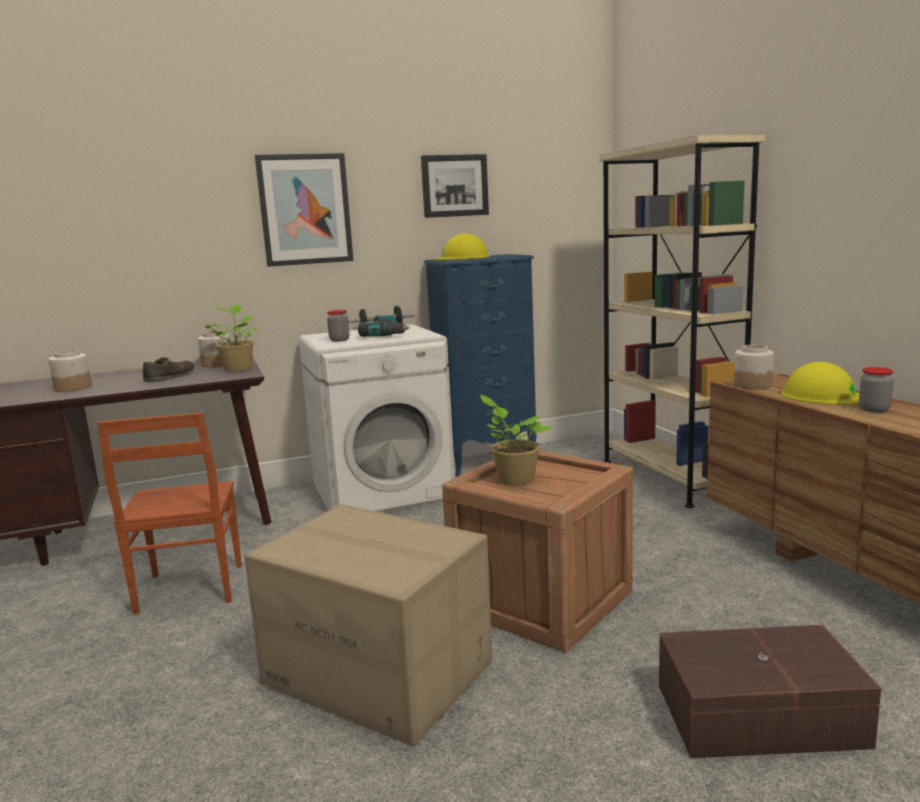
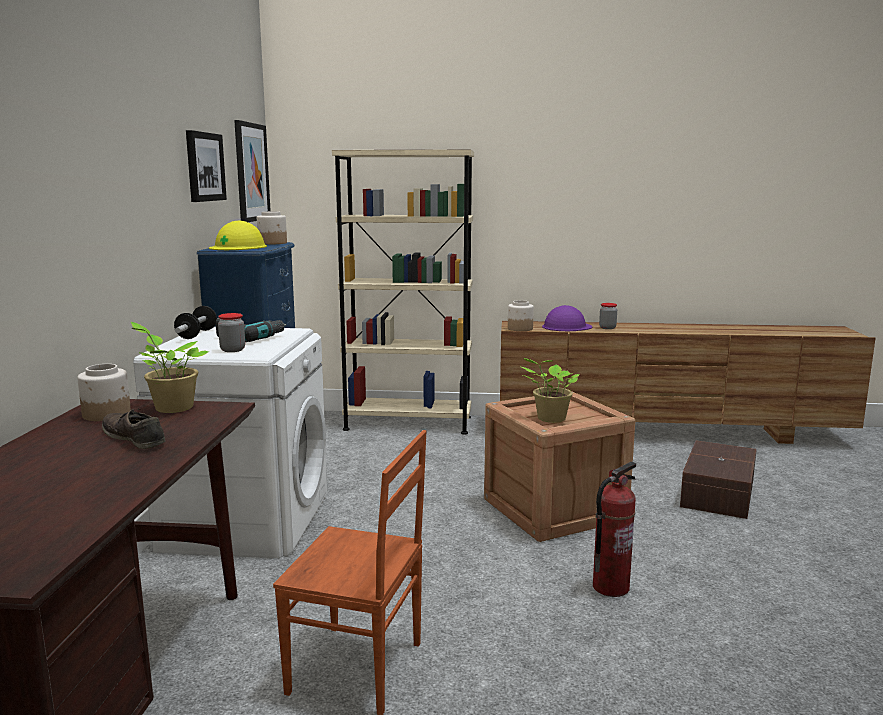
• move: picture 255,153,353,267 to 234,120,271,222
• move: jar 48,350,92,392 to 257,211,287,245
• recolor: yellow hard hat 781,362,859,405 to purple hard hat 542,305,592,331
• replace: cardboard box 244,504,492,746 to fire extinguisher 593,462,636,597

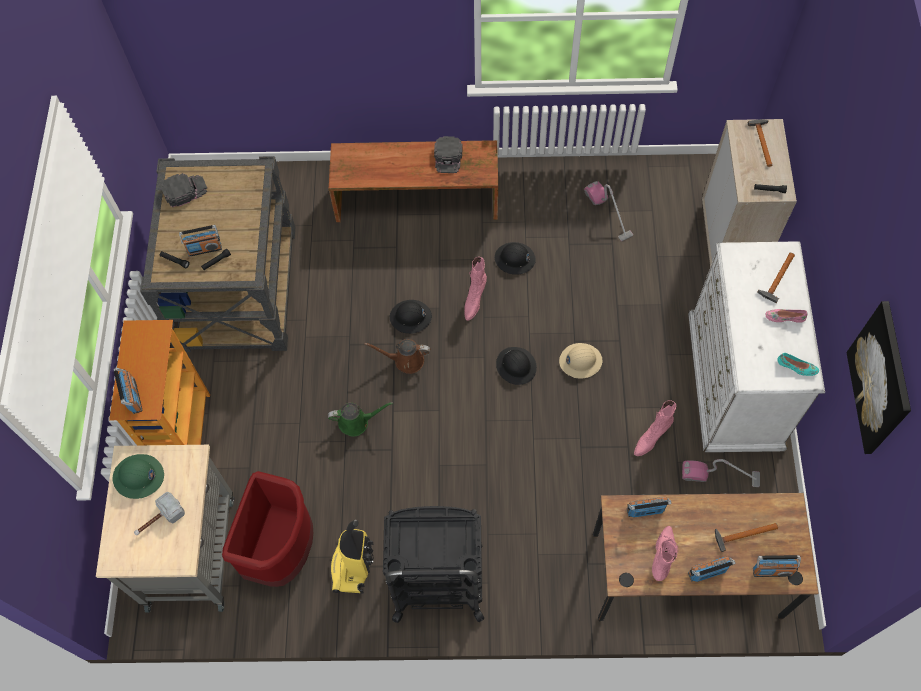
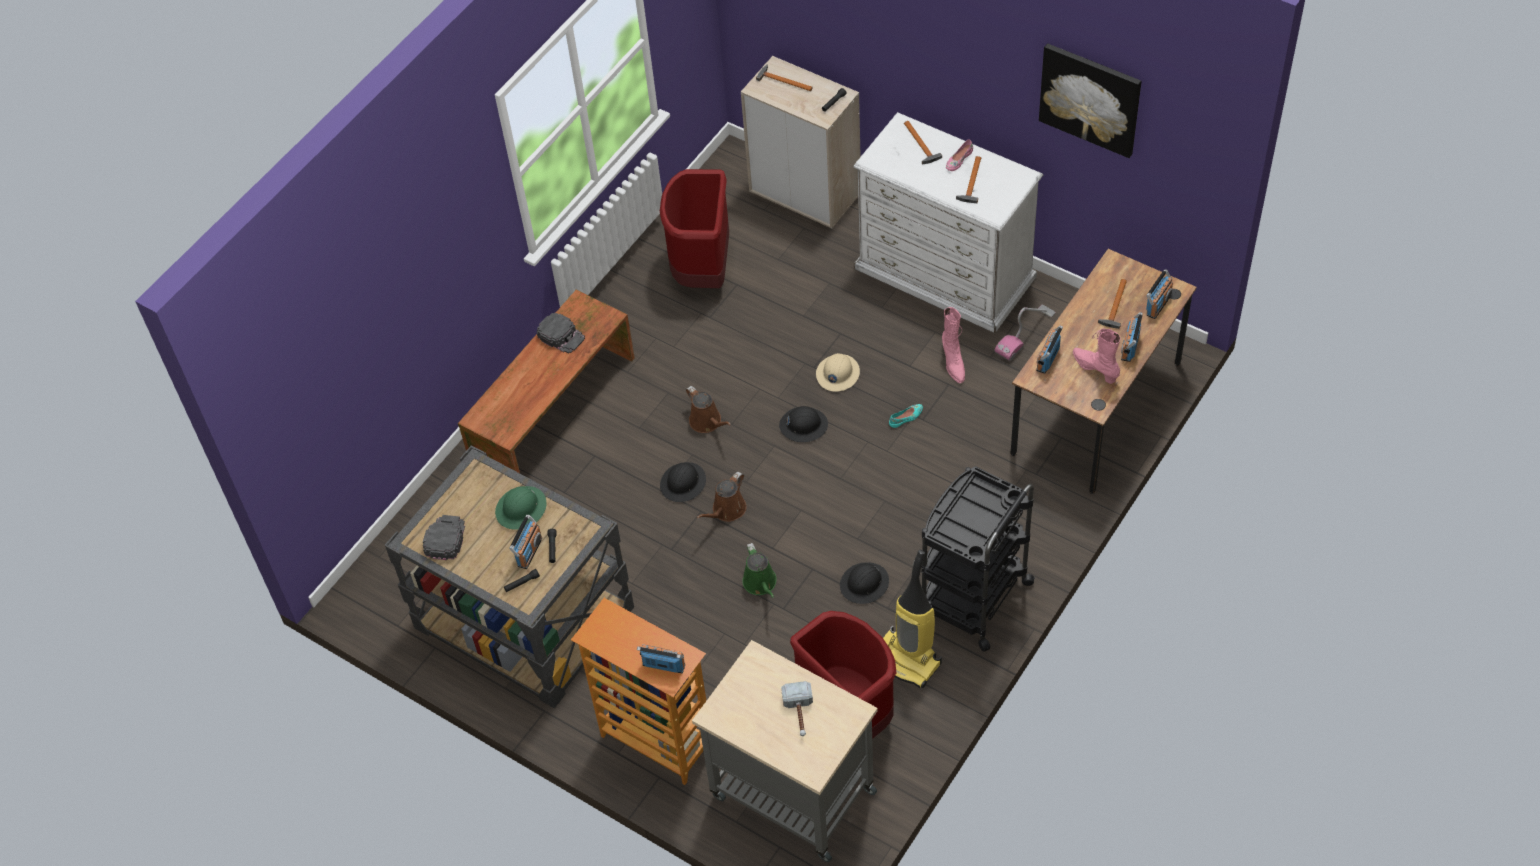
• move: green hard hat 113,454,164,499 to 495,486,546,530
• replace: vacuum cleaner 584,181,633,242 to red trash can 660,169,729,288
• replace: pink boot 464,257,487,321 to brown watering can 686,386,731,433
• rotate: green watering can 328,402,393,437 = 742,543,777,598 135 degrees clockwise
• move: black hard hat 495,242,536,275 to 840,562,889,604
• move: turquoise shoe 778,353,819,376 to 889,404,923,428
• insert: hammer 956,156,981,203

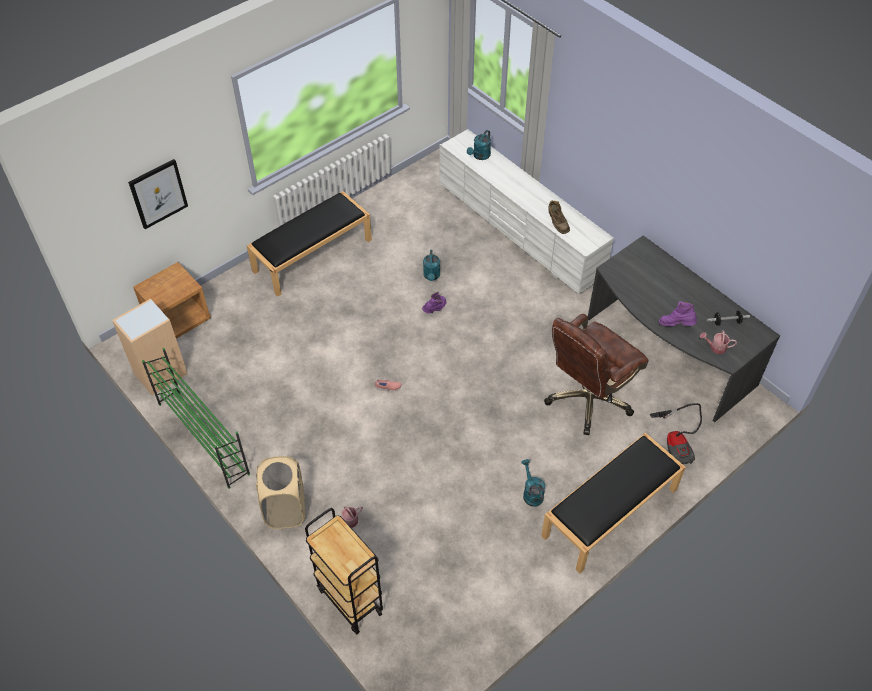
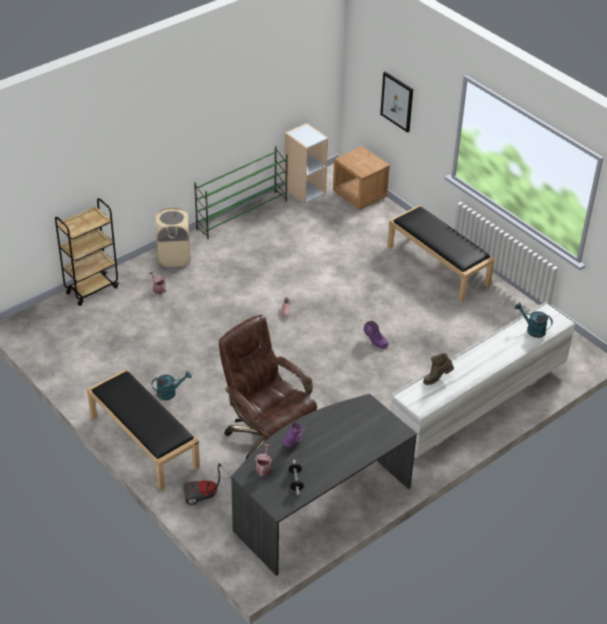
• delete: turquoise watering can 423,250,440,281

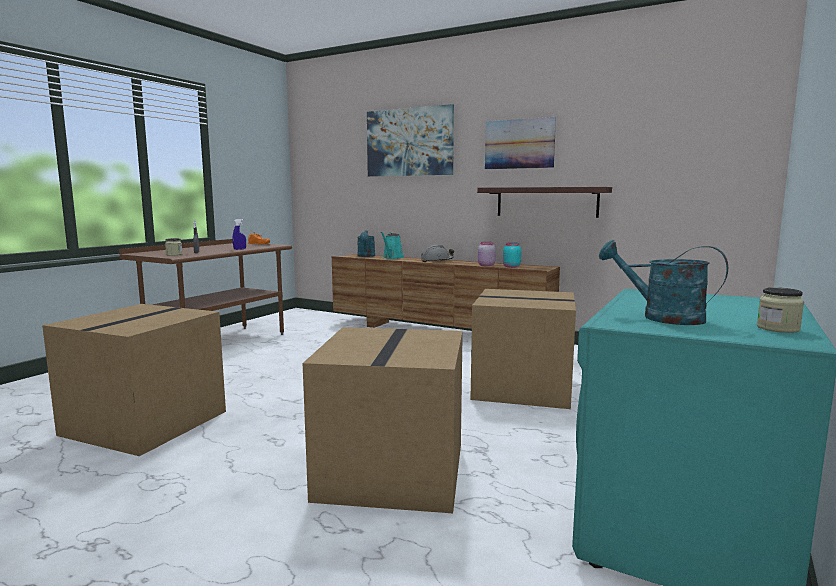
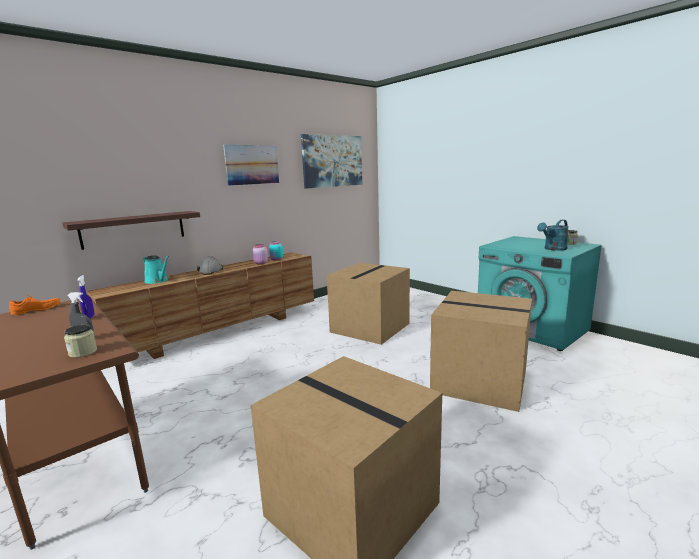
• move: shelf 477,187,612,218 to 63,211,200,250
• move: picture 367,104,454,177 to 301,134,362,188
• delete: turquoise watering can 357,231,375,257

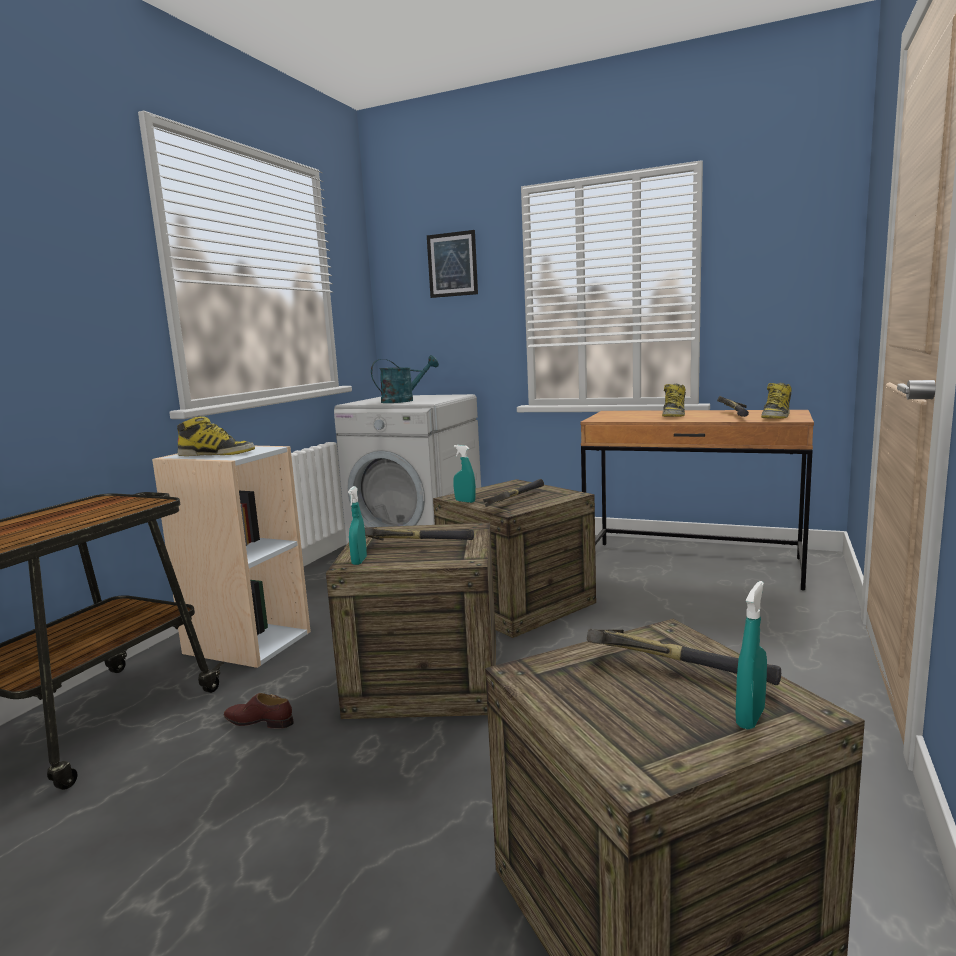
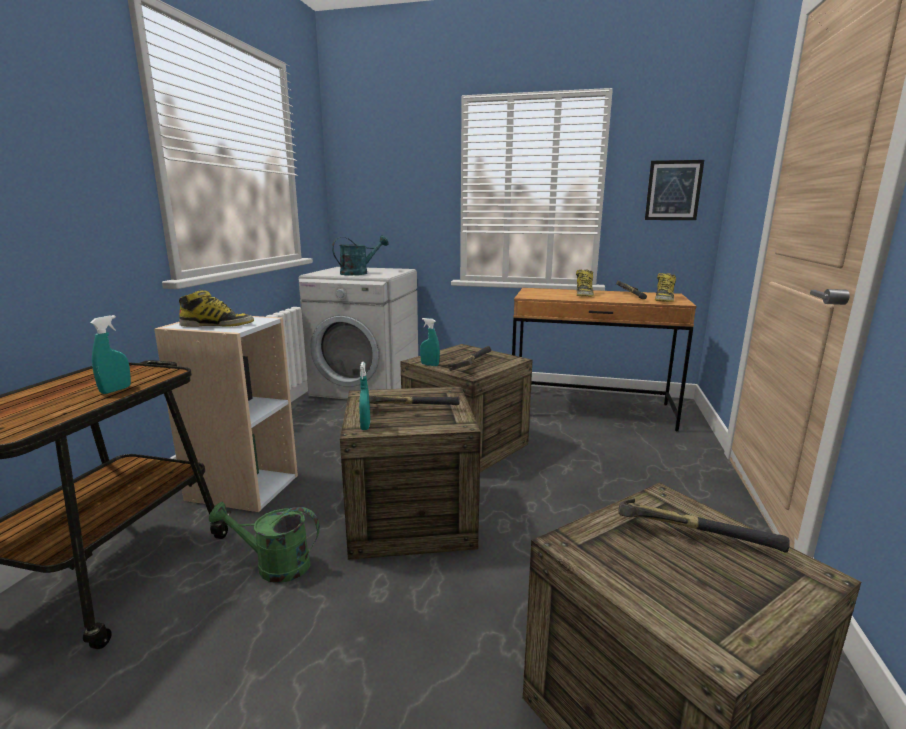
• move: turquoise spray bottle 736,581,767,730 to 90,315,131,394
• replace: brown shoe 224,693,294,729 to green watering can 209,502,320,583
• move: picture 427,230,478,298 to 645,160,704,220

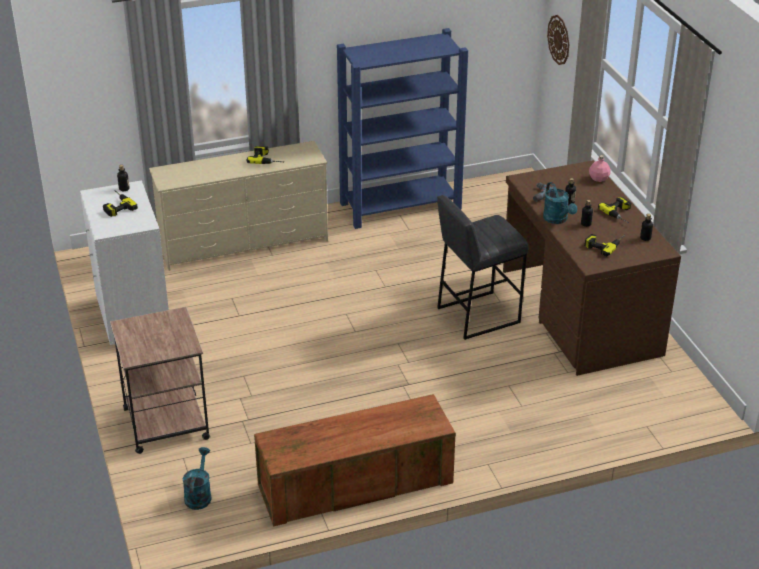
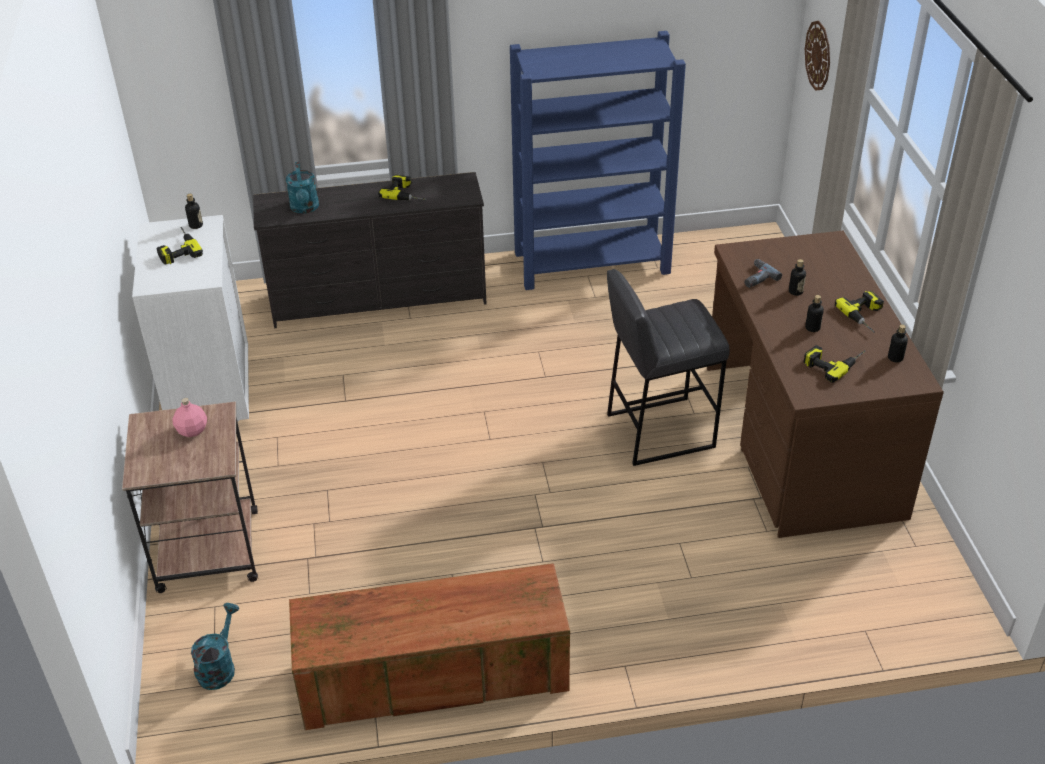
• move: pink bottle 589,155,611,182 to 172,398,207,437
• recolor: beige dresser 149,141,328,271 to black dresser 253,172,486,329
• move: turquoise watering can 543,182,577,224 to 286,162,319,214

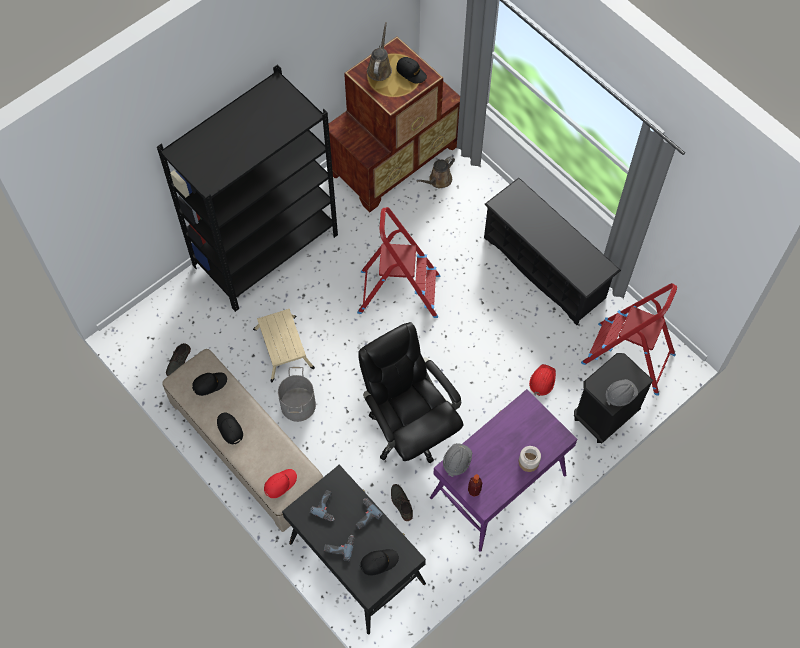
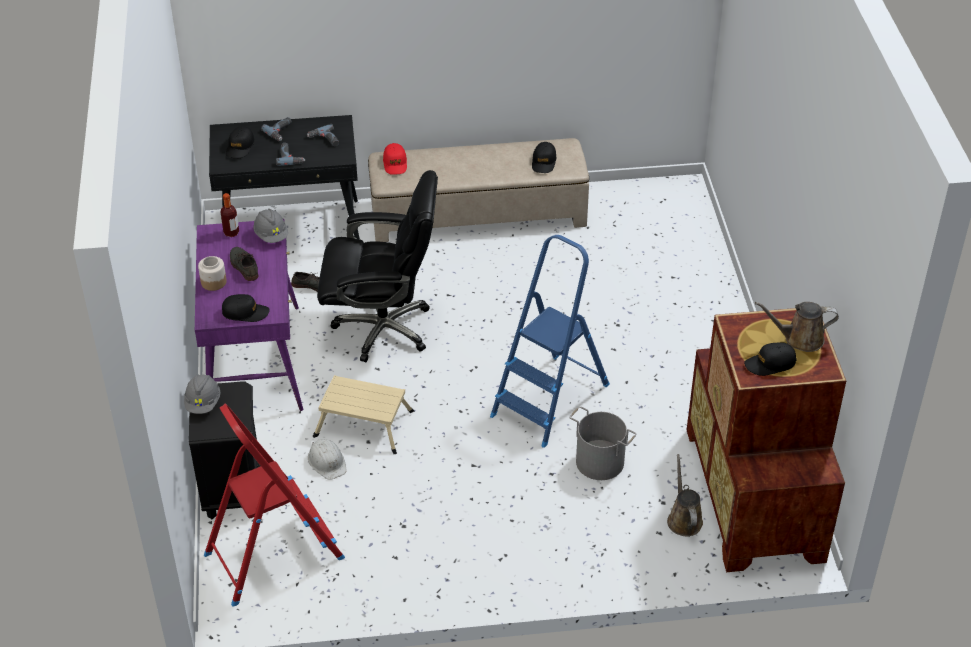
• move: black cap 217,412,243,444 to 222,294,270,322
• move: grey shoe 166,343,191,376 to 230,247,259,281
• recolor: red hard hat 529,364,556,396 to white hard hat 308,439,347,480
• move: beige step ladder 253,309,315,382 to 313,375,415,455
• recolor: red step ladder 357,207,440,318 to blue step ladder 490,235,610,448
• move: grey bucket 278,367,316,422 to 569,406,636,480
• rotate: brown watering can 367,22,392,81 = 755,302,839,352 135 degrees clockwise
• delete: black bookcase 157,64,338,312
• delete: black shoe rack 484,178,621,325

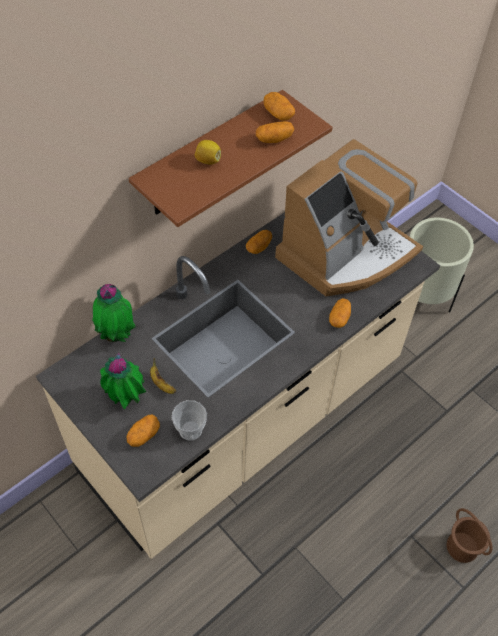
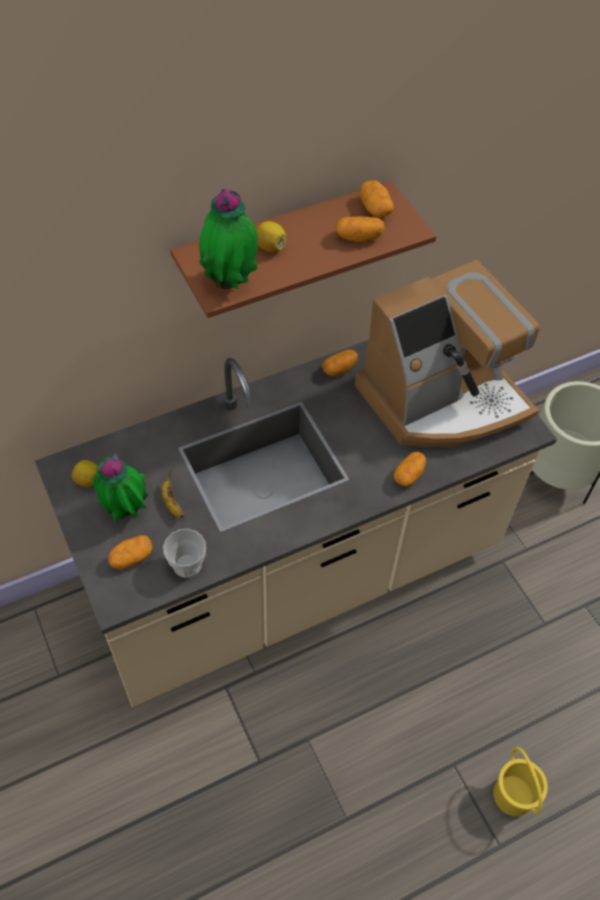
• insert: lemon 72,460,98,487
• move: potted plant 92,284,136,342 to 199,189,258,289
• recolor: brown bucket 447,508,493,563 to yellow bucket 493,747,548,816

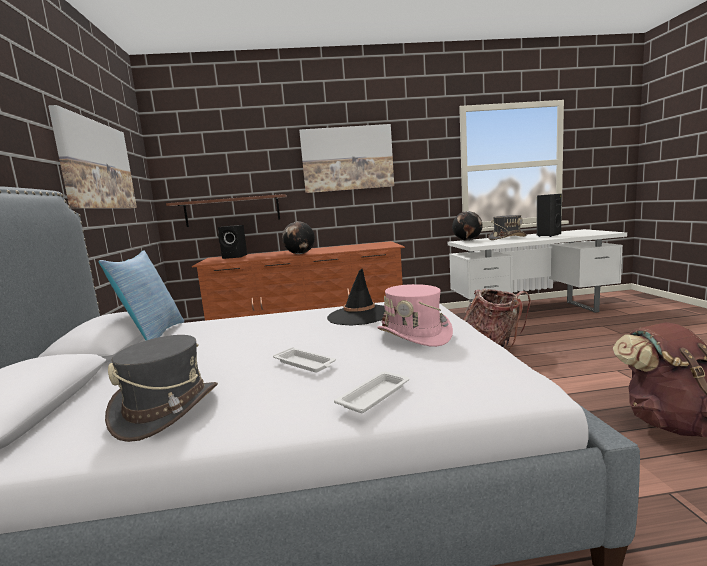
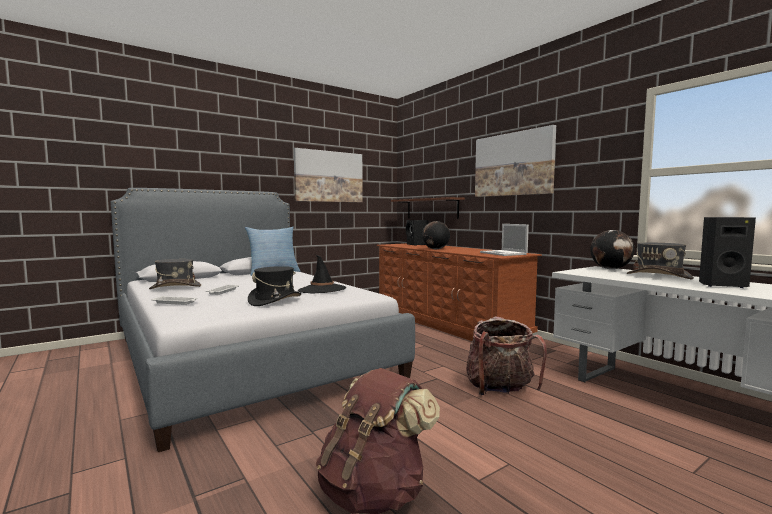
• recolor: pink hat 377,284,453,347 to black hat 248,266,301,306
• insert: laptop 480,224,529,256

